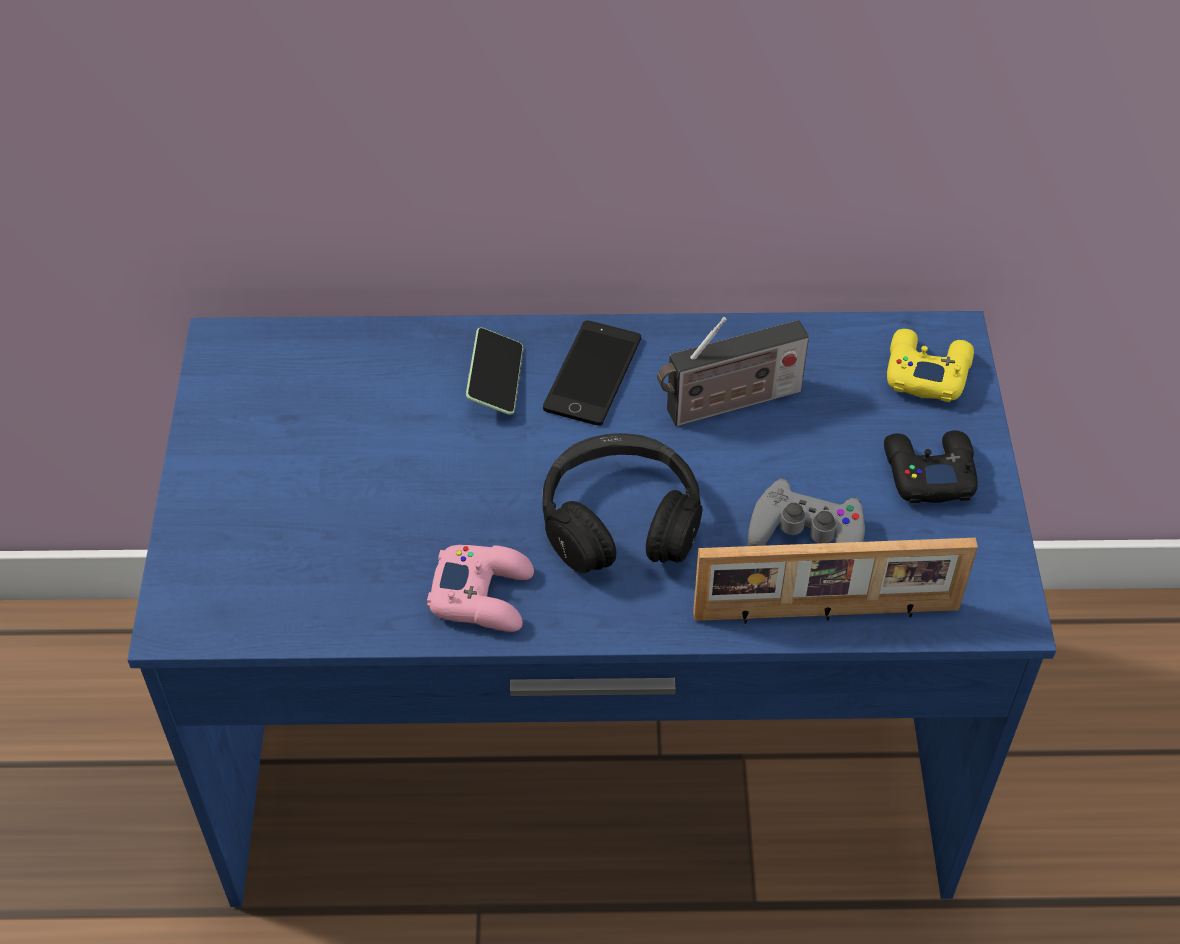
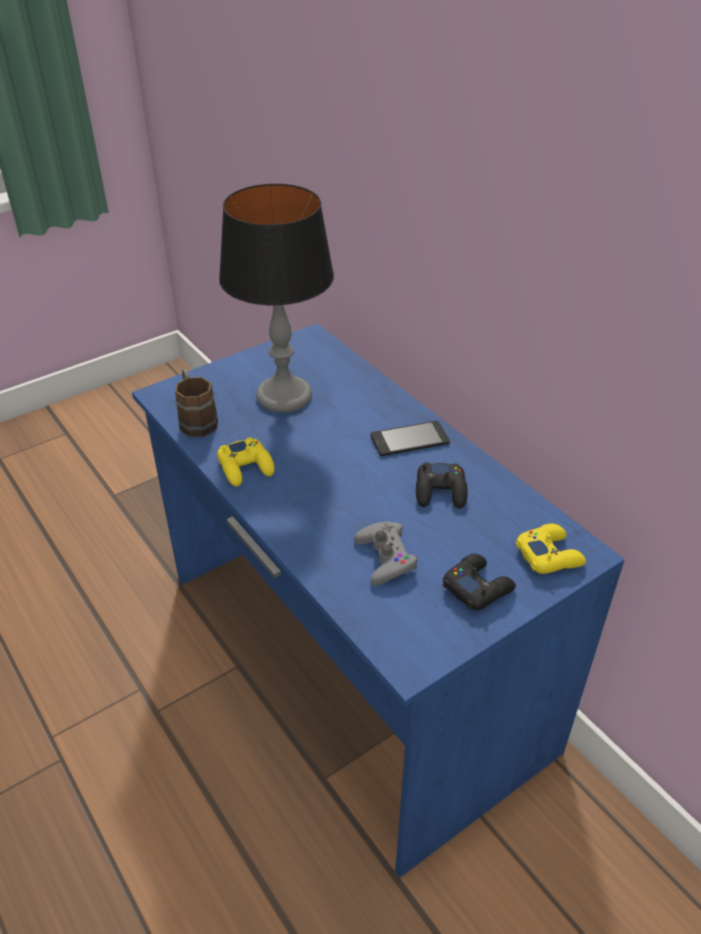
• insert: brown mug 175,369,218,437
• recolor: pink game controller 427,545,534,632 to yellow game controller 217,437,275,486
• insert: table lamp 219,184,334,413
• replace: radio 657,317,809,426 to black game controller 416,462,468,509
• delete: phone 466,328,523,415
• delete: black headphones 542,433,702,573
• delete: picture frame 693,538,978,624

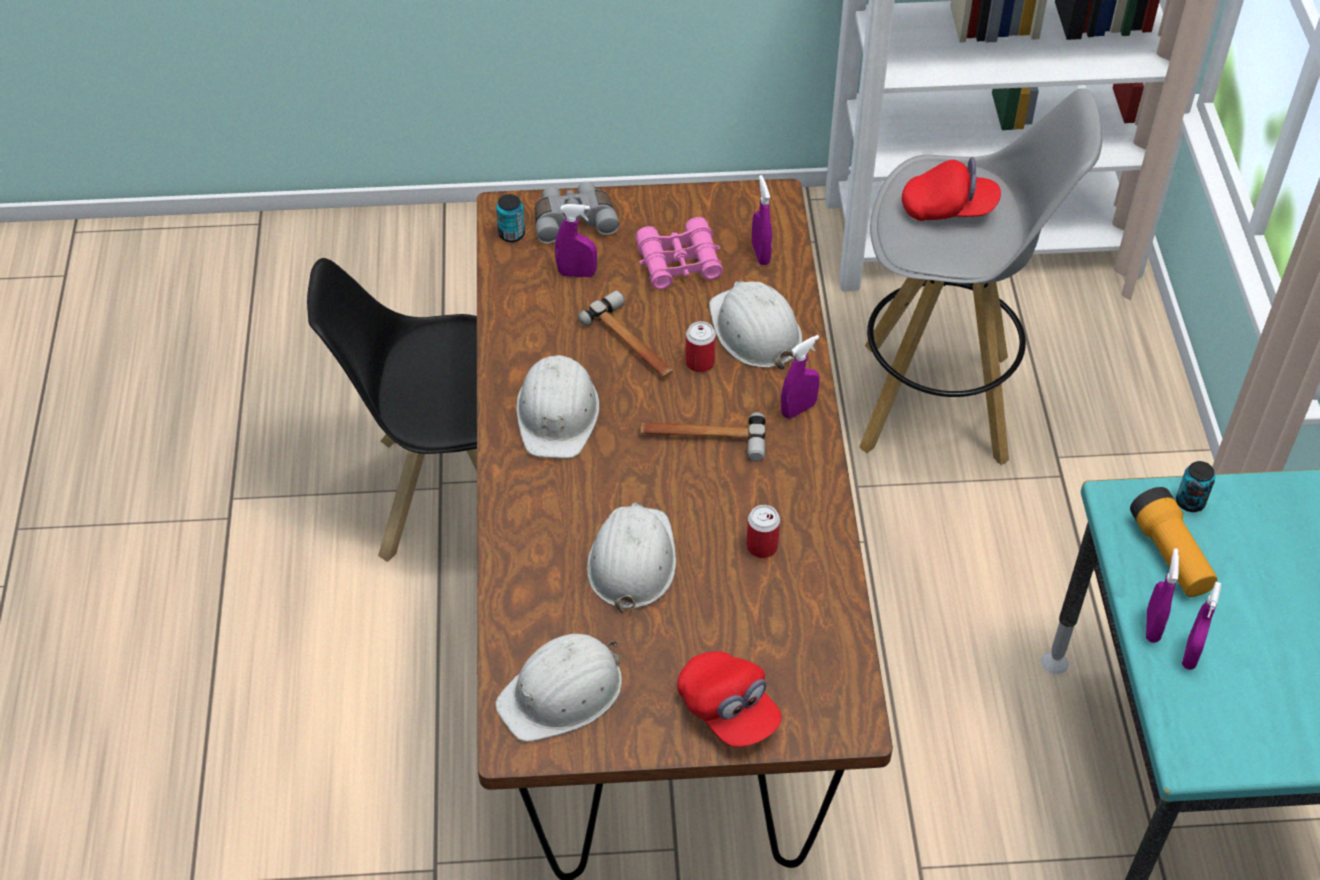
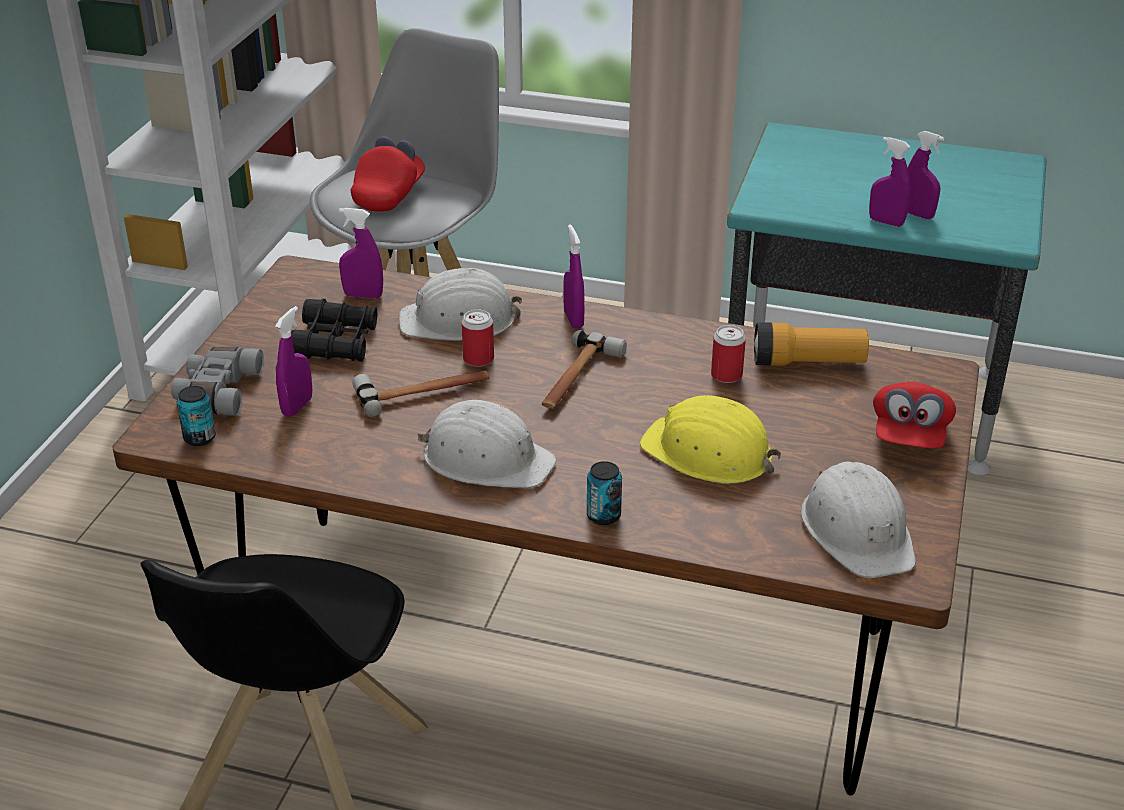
• recolor: pink binoculars 636,217,723,289 to black binoculars 291,298,377,362
• move: can 1176,461,1215,512 to 587,461,622,525
• recolor: white hard hat 587,503,676,613 to yellow hard hat 640,395,781,484
• move: flashlight 1130,487,1217,597 to 754,322,869,366
• rotate: red cap 677,652,781,747 = 873,382,956,448 120 degrees clockwise

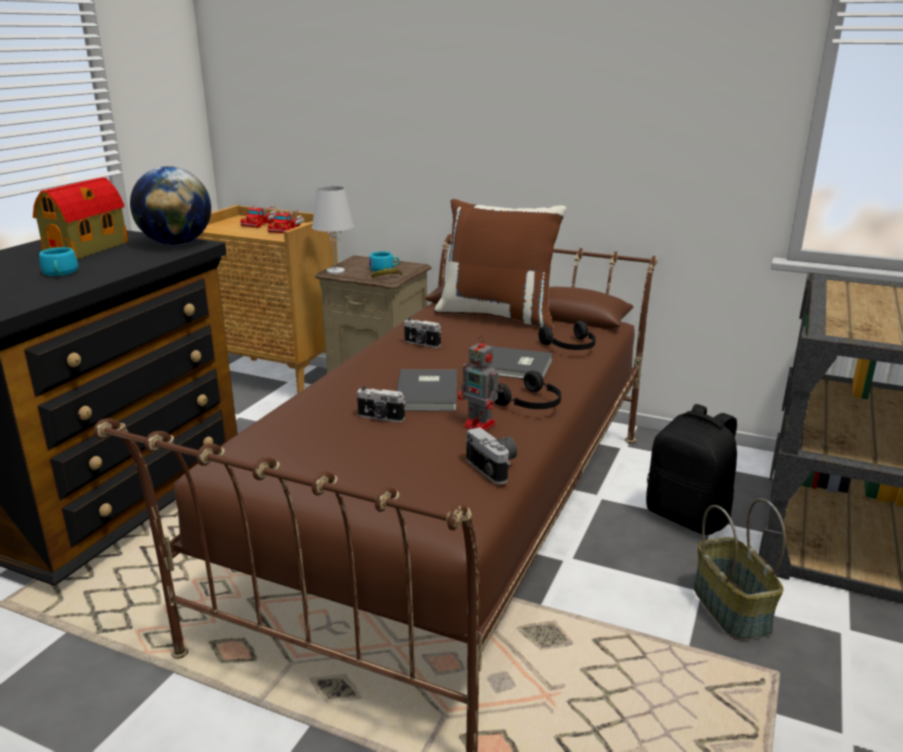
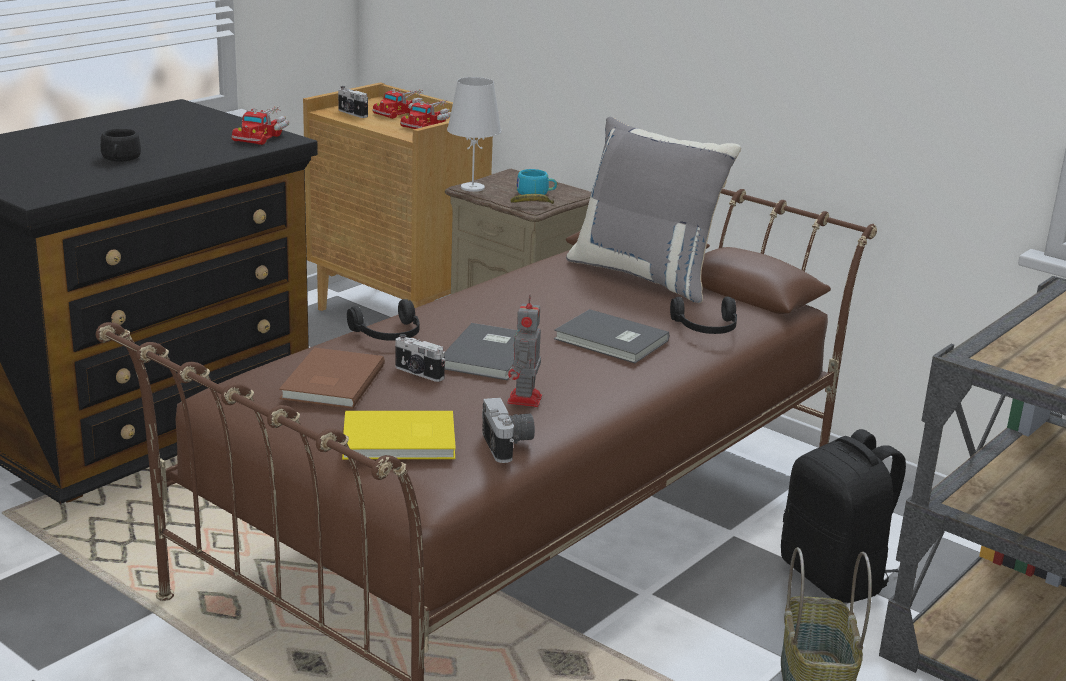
• recolor: turquoise cup 39,247,78,276 to black cup 101,129,141,162
• replace: globe 130,166,211,245 to toy truck 231,106,289,145
• insert: brown book 279,348,385,409
• move: photo camera 404,317,441,348 to 338,86,368,118
• insert: yellow book 342,411,456,459
• move: black headphones 494,371,561,409 to 347,299,420,341
• rotate: toy robot 458,335,503,431 = 507,294,542,407 45 degrees clockwise
• recolor: brown pillow 434,199,567,330 to grey pillow 566,117,741,303
• delete: toy house 33,177,128,259

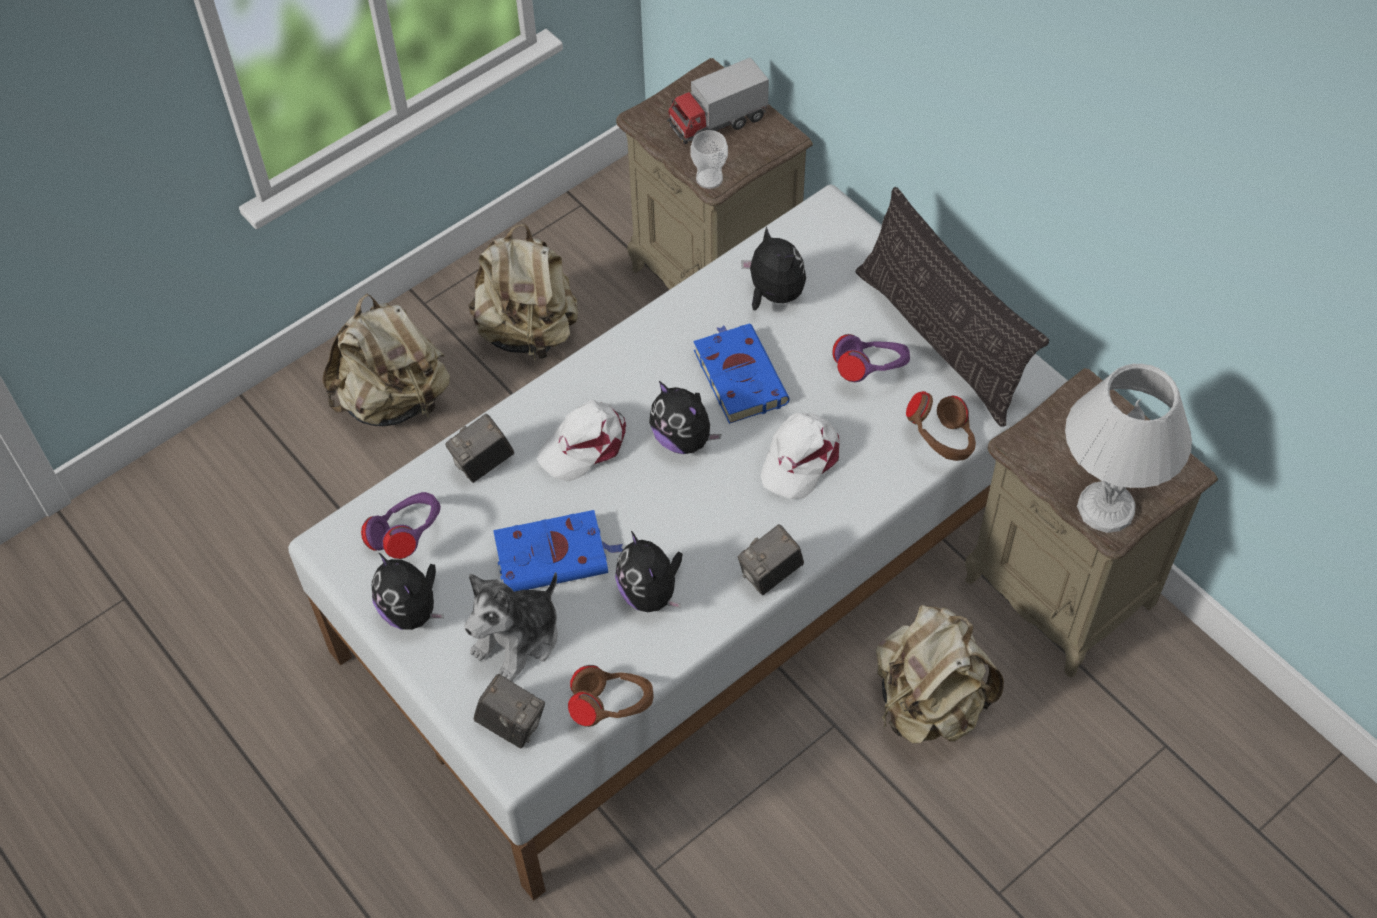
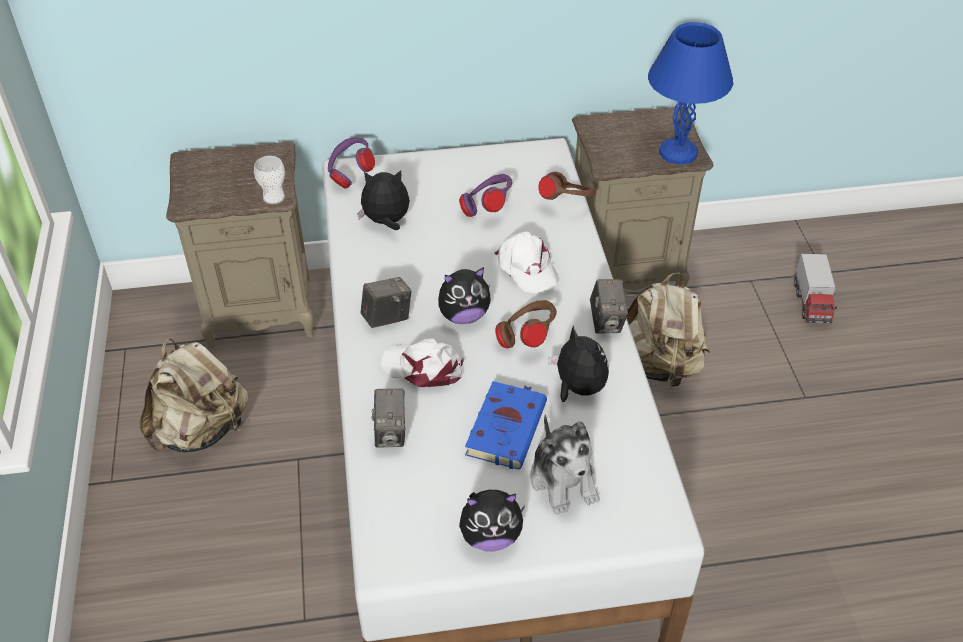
• move: purple headphones 361,492,441,559 to 328,137,375,189
• move: photo camera 474,674,545,748 to 361,277,412,328
• rotate: white cap 537,400,626,482 = 380,338,464,387 120 degrees clockwise
• move: brown headphones 568,665,654,727 to 495,300,557,349
• rotate: plush toy 615,531,683,612 = 548,326,609,402 135 degrees counterclockwise
• recolor: white table lamp 1065,364,1192,533 to blue table lamp 648,22,734,165
• move: toy truck 667,57,769,145 to 794,254,837,323
• delete: beige backpack 322,294,450,426
• delete: blue book 694,323,790,424
• delete: pillow 856,187,1049,427

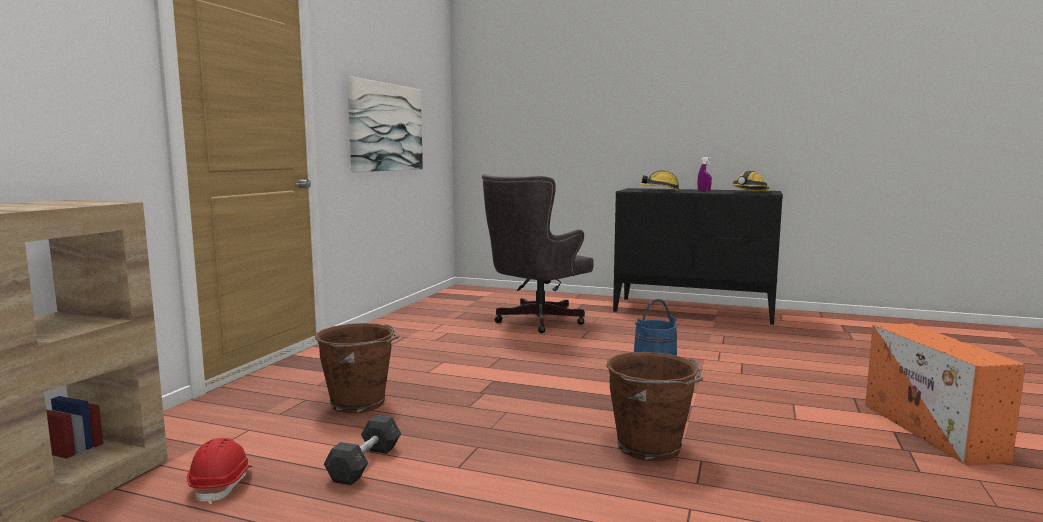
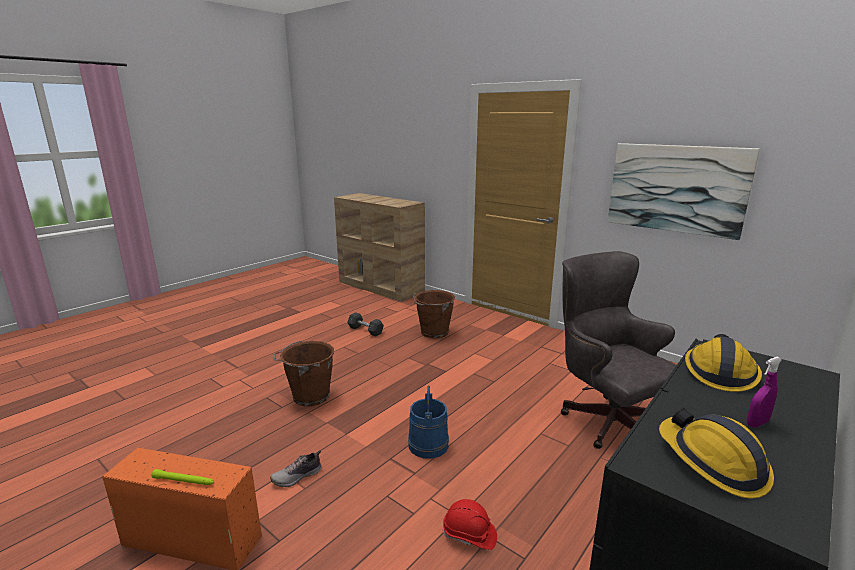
• insert: green flashlight 152,469,214,485
• insert: shoe 270,450,321,487
• move: red hard hat 187,438,252,504 to 442,499,497,550

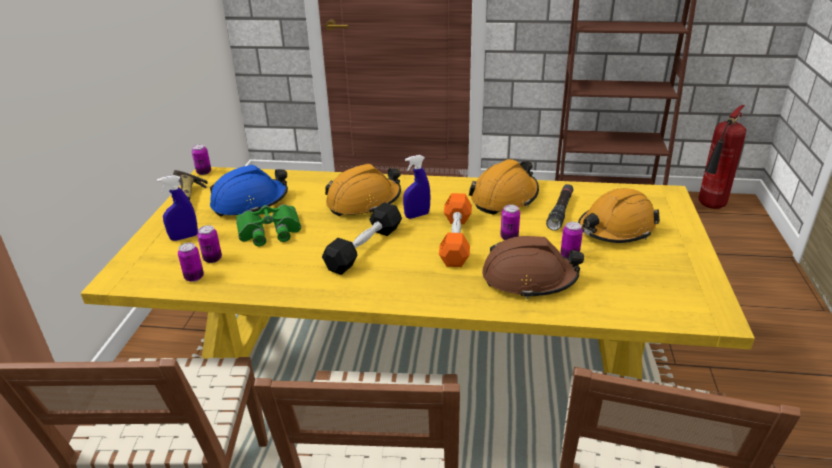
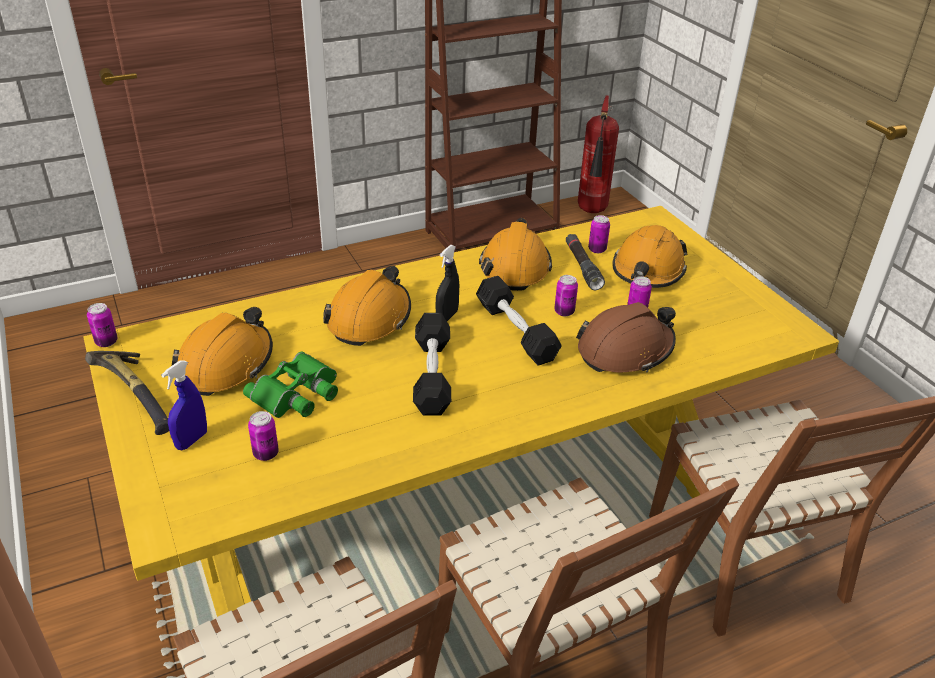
• recolor: blue hard hat 210,165,288,217 to orange hard hat 172,307,273,396
• recolor: blue spray bottle 403,155,430,219 to black spray bottle 435,245,459,321
• recolor: orange dumbbell 439,193,472,267 to black dumbbell 476,276,562,366
• move: can 178,243,204,282 to 588,215,610,253

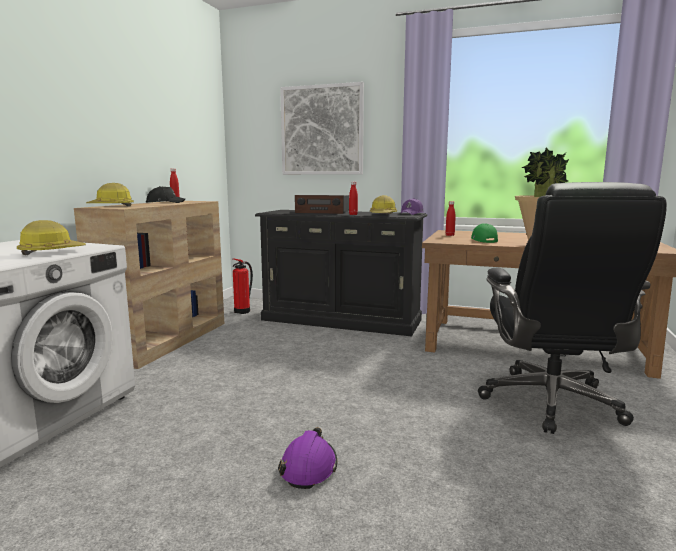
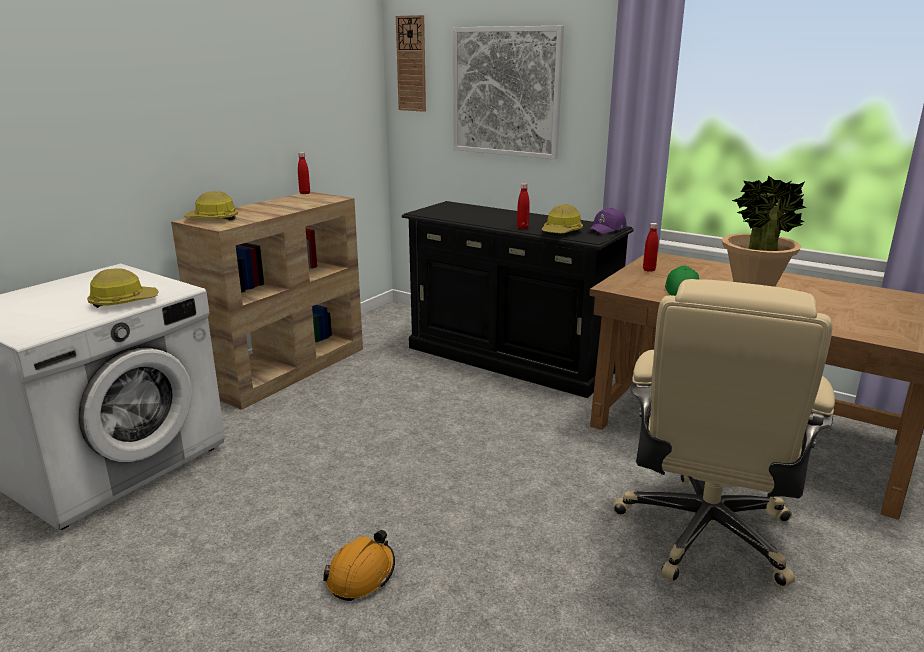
• recolor: purple hard hat 278,427,337,489 to orange hard hat 323,530,395,601
• insert: wall clock 396,15,426,112
• recolor: black office chair 478,182,667,434 to beige office chair 613,279,835,588
• delete: black cap 146,186,185,203
• delete: fire extinguisher 233,258,253,314
• delete: radio 295,195,349,214

